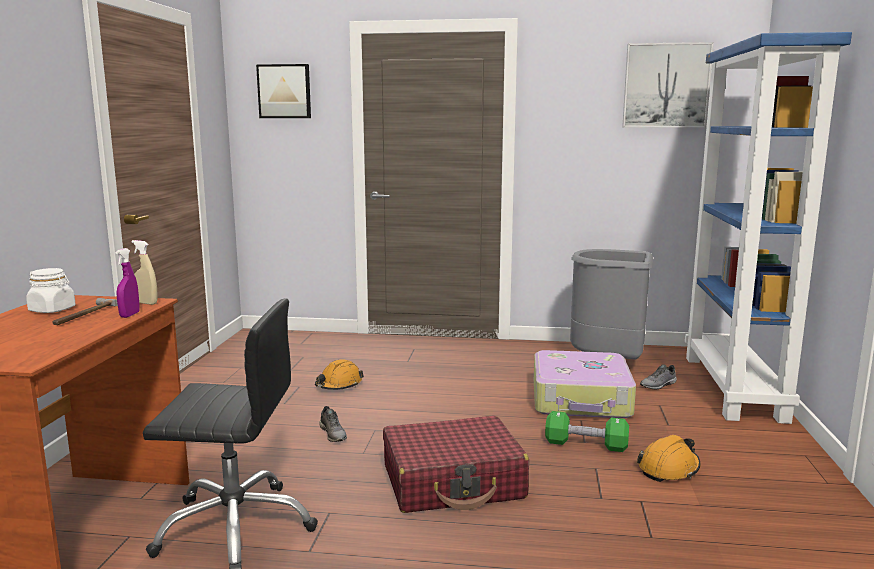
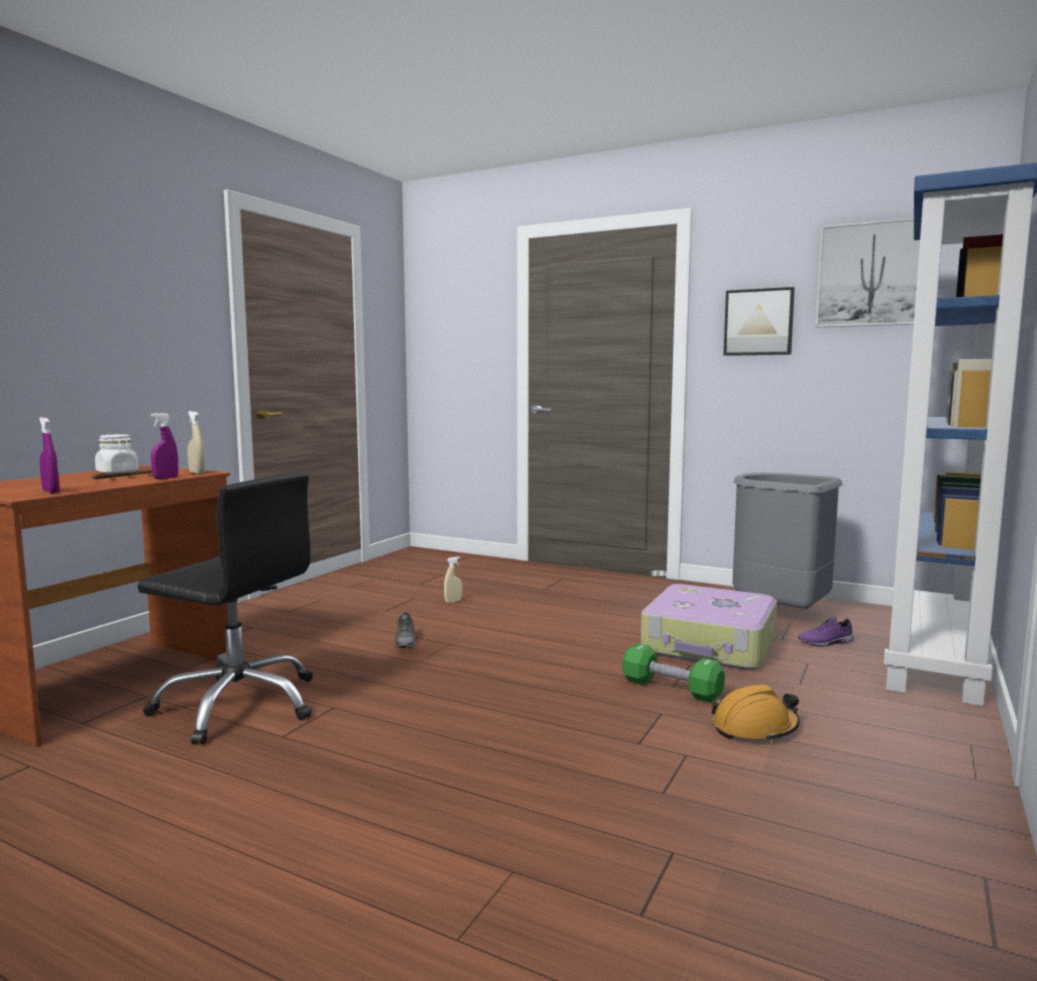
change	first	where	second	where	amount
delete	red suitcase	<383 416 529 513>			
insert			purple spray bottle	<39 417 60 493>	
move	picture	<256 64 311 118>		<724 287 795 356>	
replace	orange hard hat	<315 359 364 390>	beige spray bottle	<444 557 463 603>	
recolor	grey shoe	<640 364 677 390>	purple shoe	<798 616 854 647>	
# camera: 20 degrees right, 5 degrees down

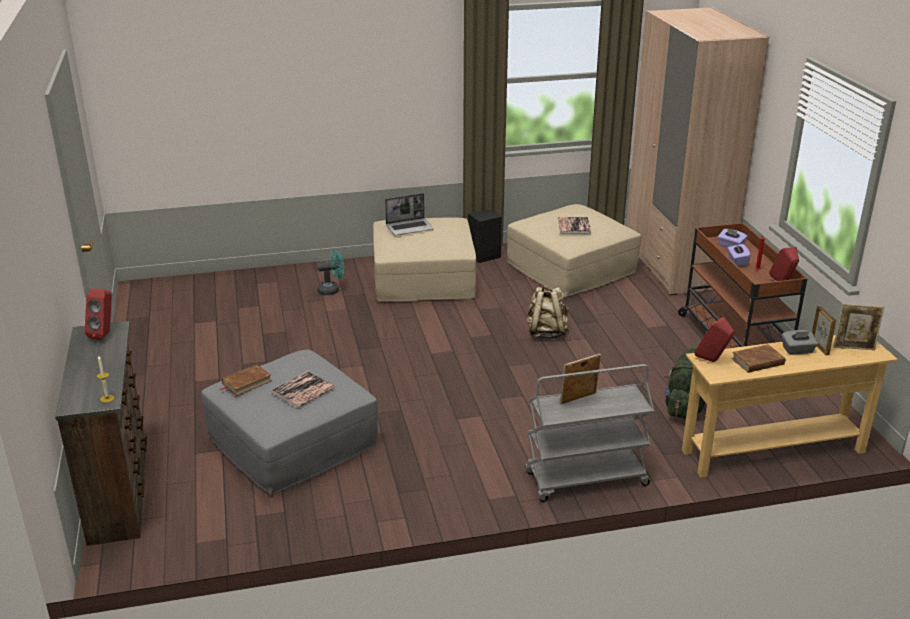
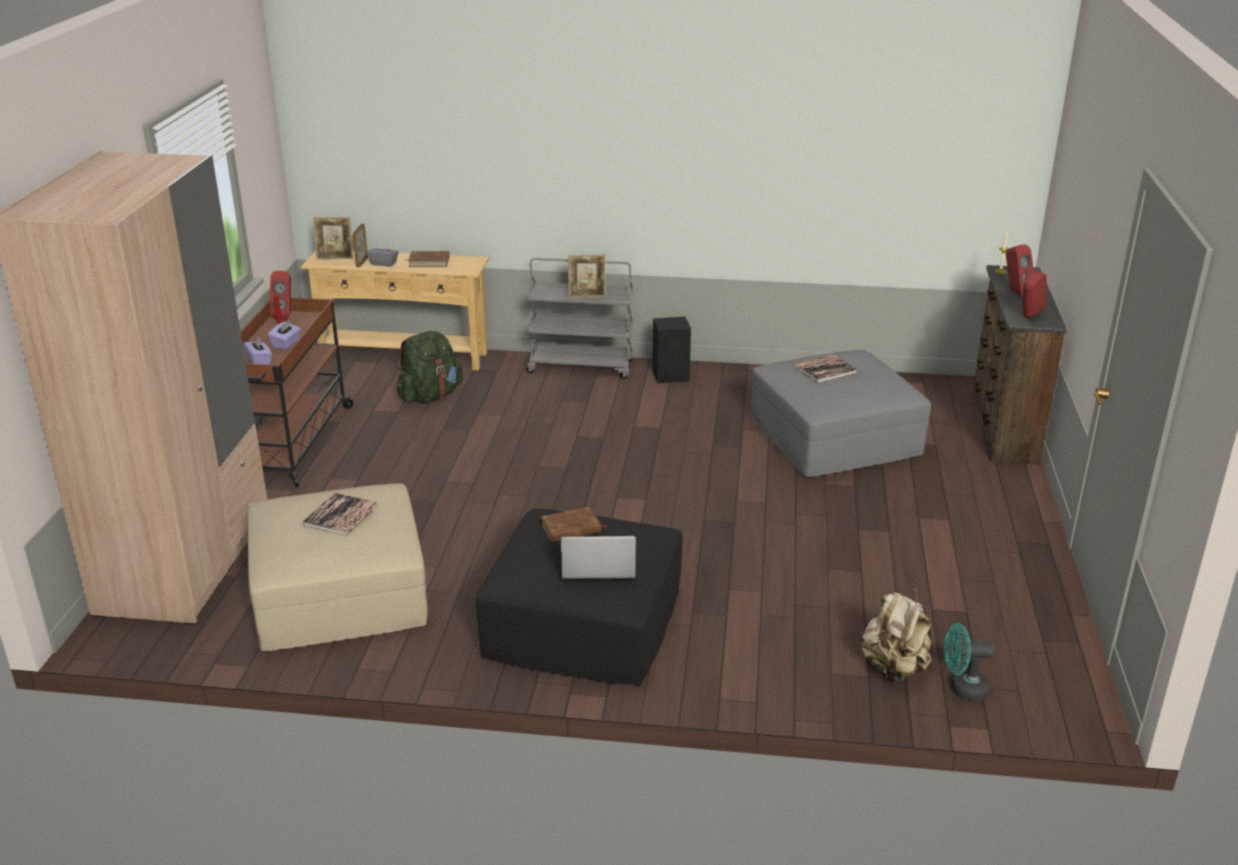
change	first	where	second	where	amount
move	brown book	<219 364 272 396>		<541 507 607 542>	
move	turquoise fan	<317 251 344 295>		<944 623 995 700>	
move	black speaker	<468 209 502 263>		<652 317 691 384>	
move	beige backpack	<526 285 569 339>		<861 588 931 683>	
move	red speaker	<694 317 734 362>		<1006 244 1034 296>	
recolor	beige ottoman	<373 217 476 302>	black ottoman	<476 509 682 686>	
rotate	picture frame	<833 304 885 350>		<313 217 353 259>	150 degrees clockwise
# camera: 160 degrees left, 0 degrees up

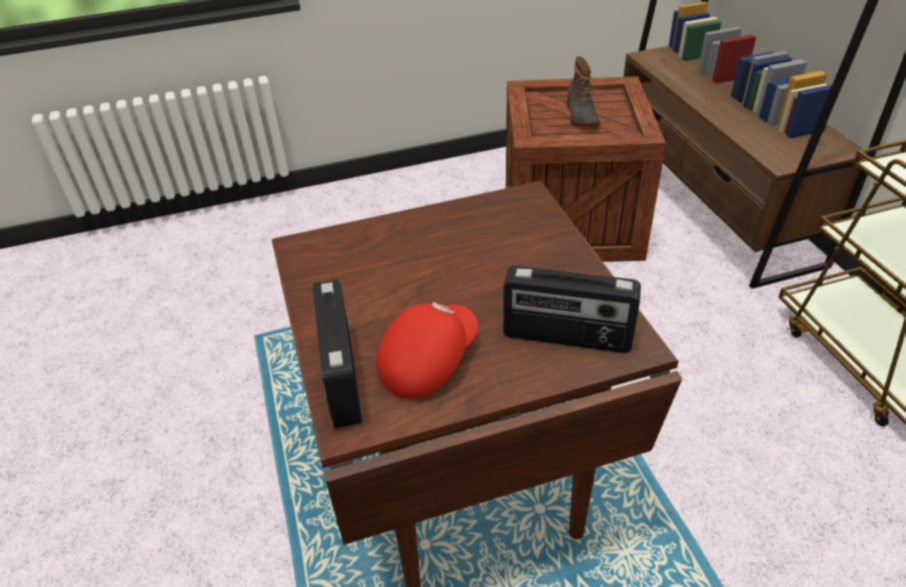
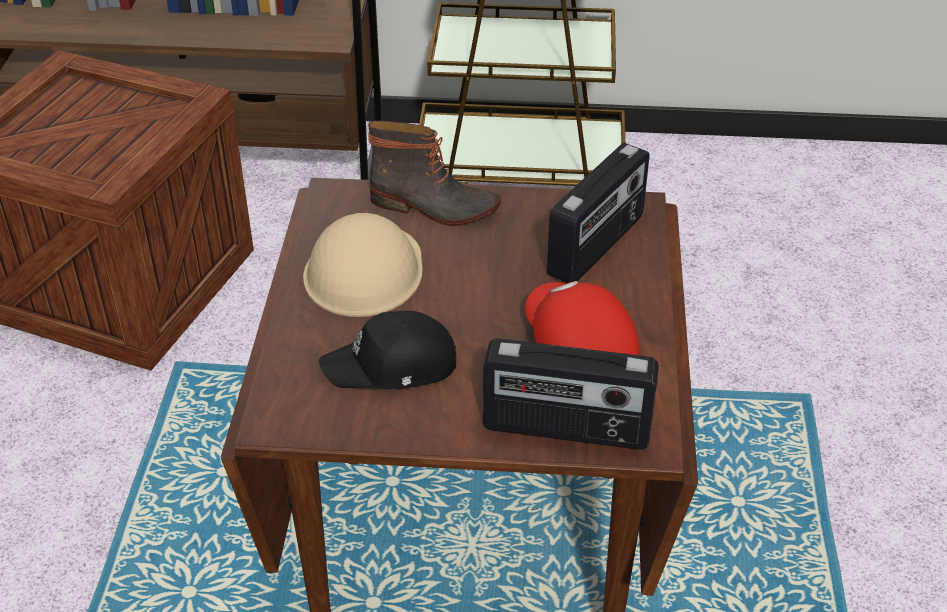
change	first	where	second	where	amount
insert			beige hard hat	<303 213 422 317>	
insert			black cap	<319 311 457 390>	
move	boot	<567 56 601 127>		<368 121 501 226>	
# camera: 70 degrees left, 0 degrees up

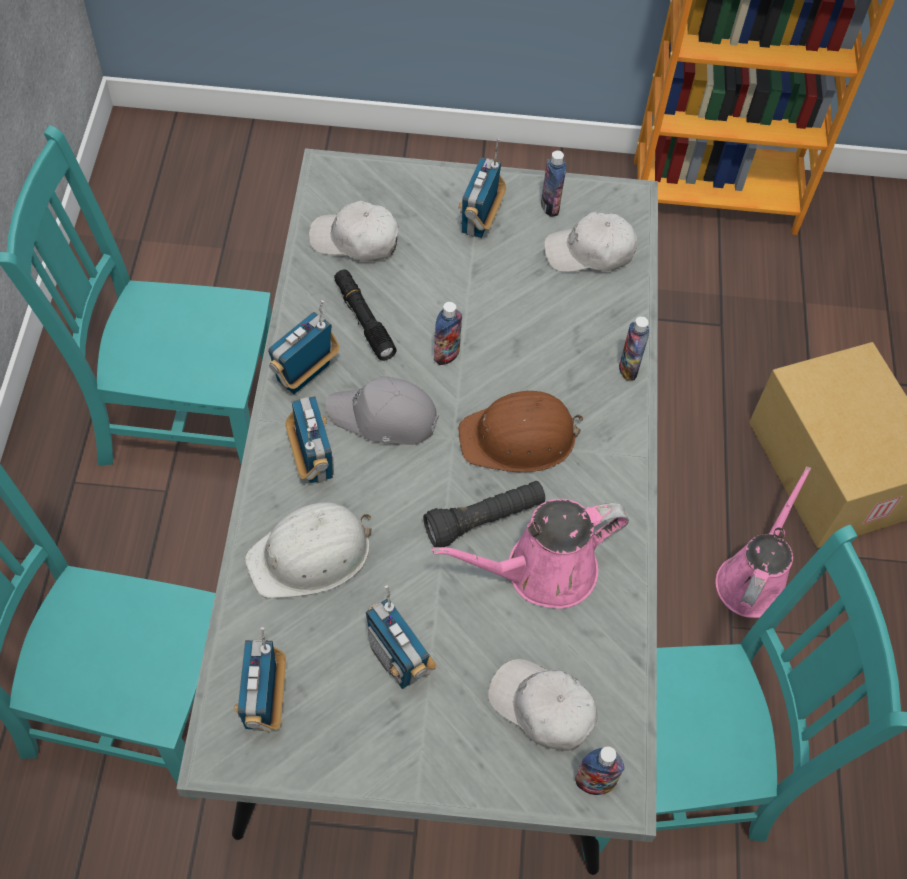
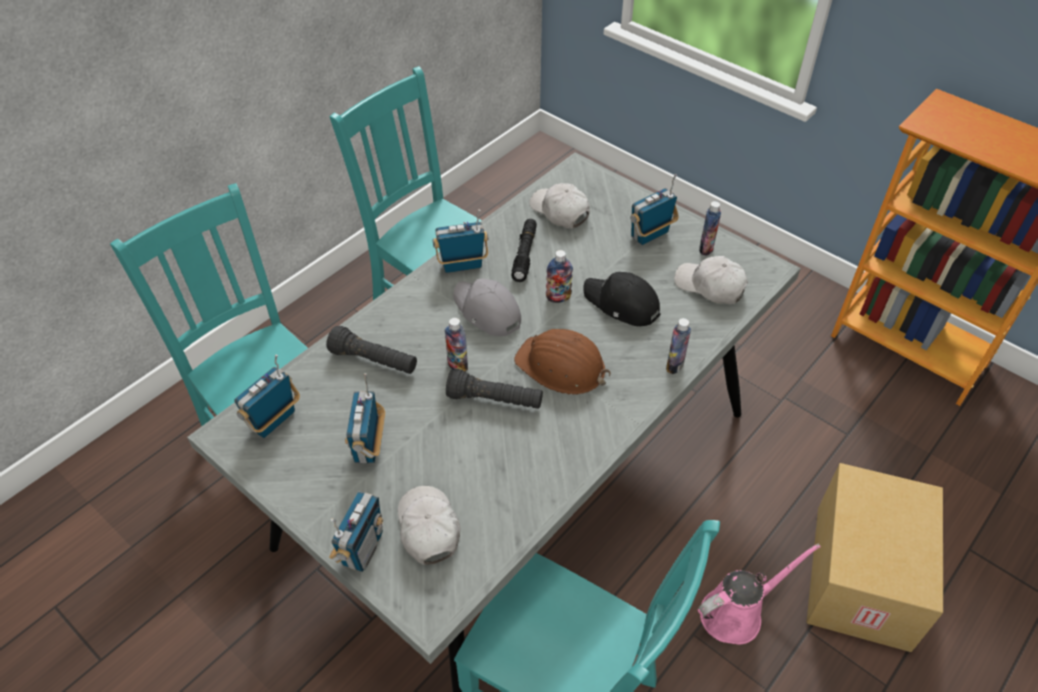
change	first	where	second	where	amount
delete	pink watering can	<432 499 629 608>			
insert			black cap	<583 272 661 326>	
move	radio	<285 396 334 483>		<329 491 383 572>	
move	bottle	<575 746 624 795>		<445 318 468 371>	
replace	white hard hat	<245 502 372 599>	black flashlight	<326 326 417 374>	
# camera: 40 degrees right, 10 degrees down

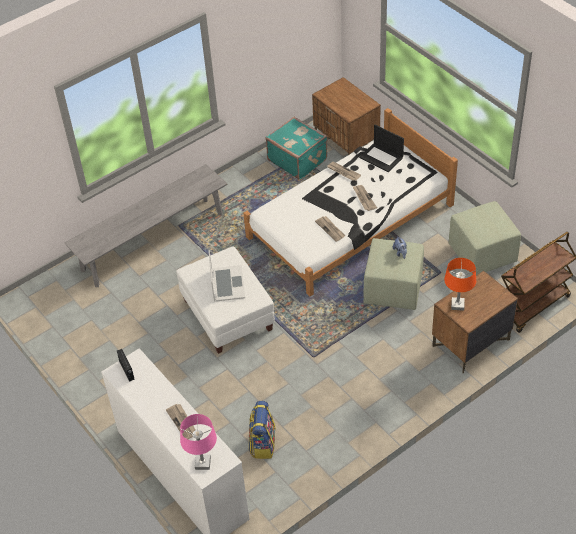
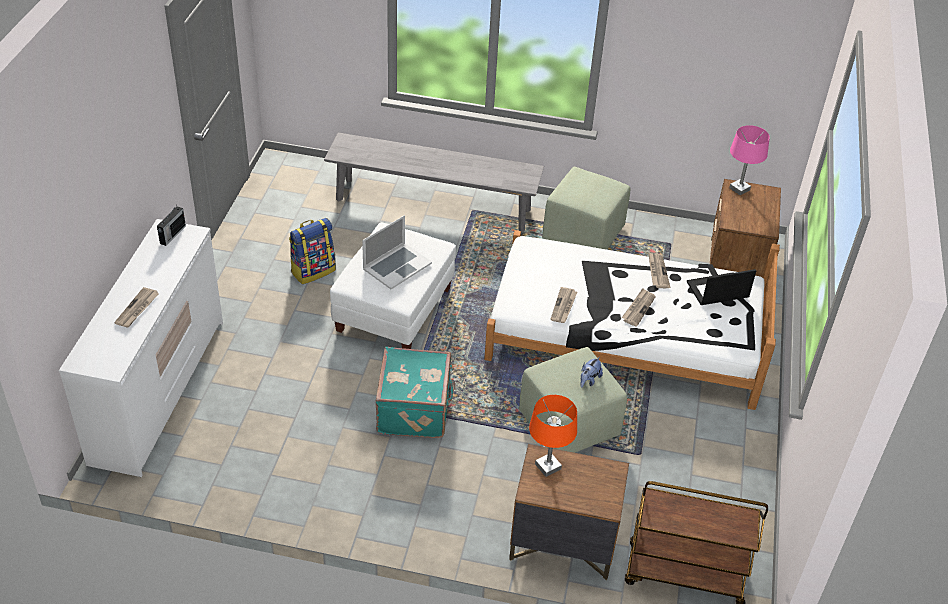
change	first	where	second	where	amount
move	pink table lamp	<180 414 217 470>		<729 125 770 195>	
move	backpack	<249 401 276 459>		<289 218 336 284>	
move	turquoise suitcase	<266 117 328 180>		<376 347 455 438>	
move	green ottoman	<448 201 521 276>		<542 167 630 250>	
rotate	laptop	<359 125 404 172>		<687 269 756 305>	75 degrees clockwise
# camera: 45 degrees right, 5 degrees down

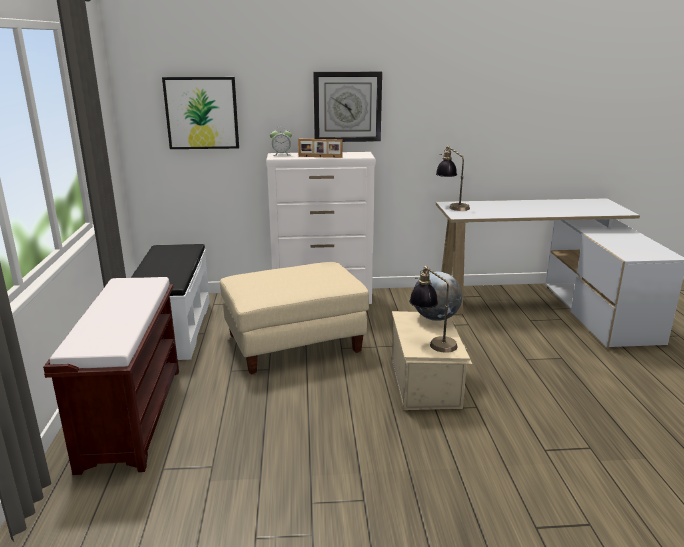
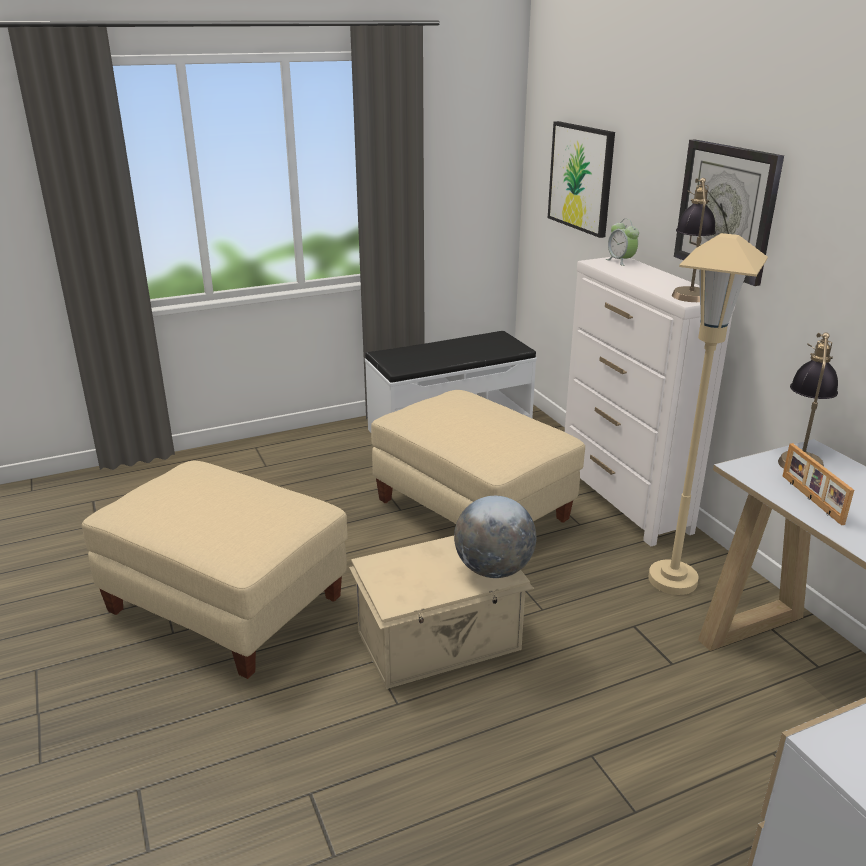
change	first	where	second	where	amount
delete	brown bench	<43 277 179 475>			
insert			beige ottoman	<82 461 348 679>	
insert			beige floor lamp	<648 233 768 595>	
move	picture frame	<298 139 343 158>		<783 443 854 525>	
move	table lamp	<409 266 458 353>		<672 178 716 302>	
# camera: 70 degrees right, 5 degrees up

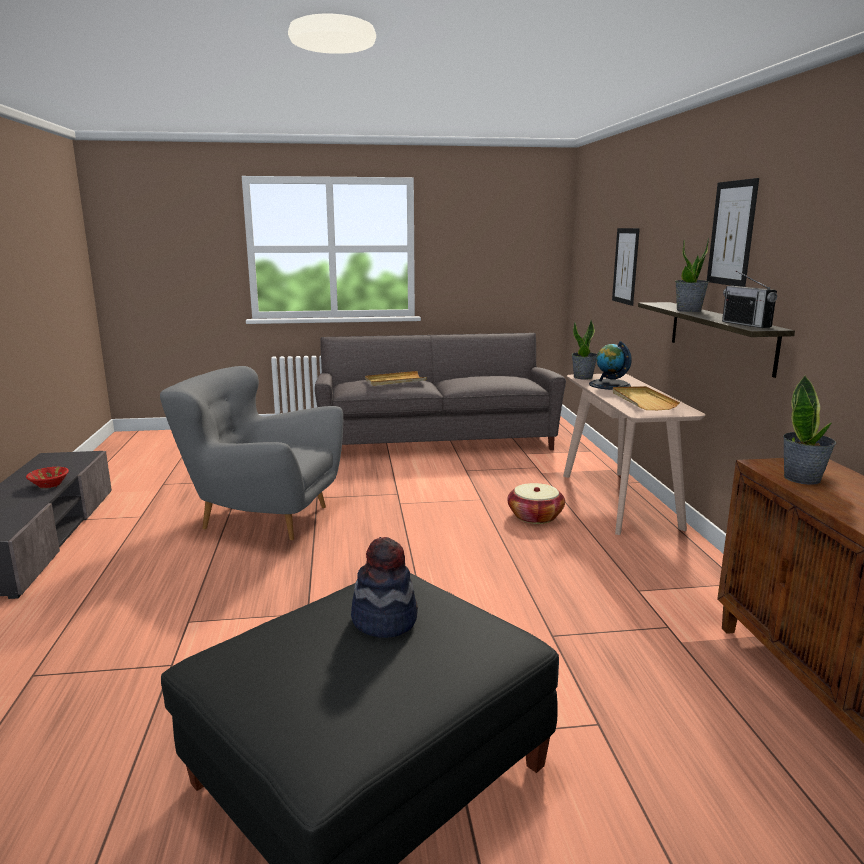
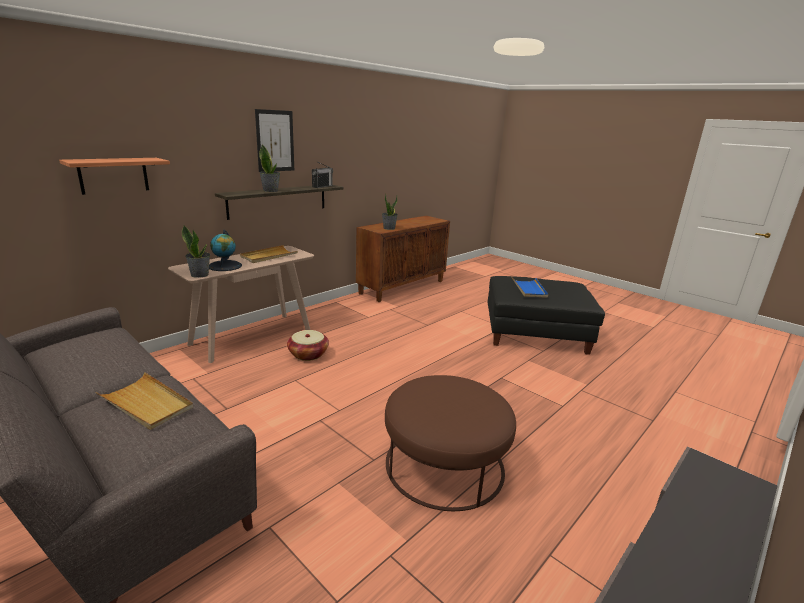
change	first	where	second	where	amount
delete	red bowl	<26 467 69 489>			
replace	grey armchair	<160 366 343 540>	brown ottoman	<385 375 516 511>	
replace	hat	<351 537 418 638>	blue tray	<512 278 548 298>	
replace	picture	<612 228 640 306>	shelf	<59 158 170 195>	
# camera: 130 degrees left, 5 degrees up

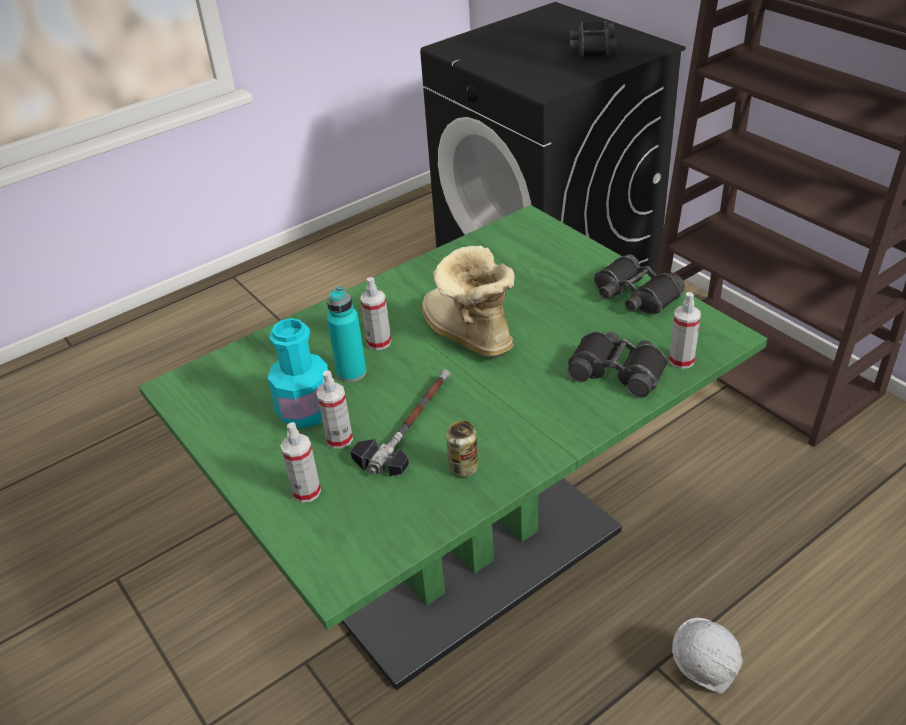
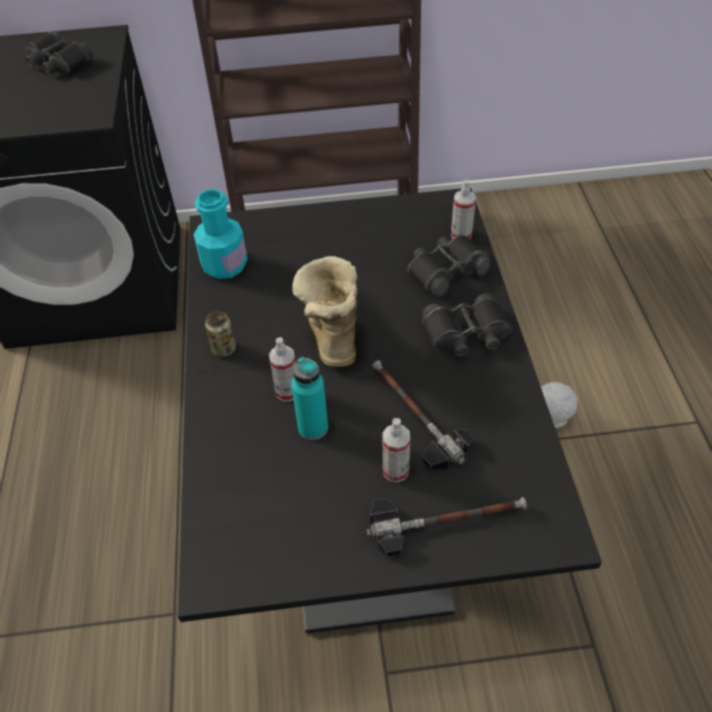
change	first	where	second	where	amount
move	turquoise bottle	<268 318 328 428>		<193 189 248 279>	
move	can	<446 420 478 477>		<205 311 236 357>	
move	black binoculars	<594 254 685 314>		<422 293 512 357>	
replace	spray bottle	<280 422 321 503>	hammer	<367 497 527 557>	
recolor	green dining table	<139 205 767 690>	black dining table	<178 187 602 634>	
rotate	boot	<422 246 515 358>		<292 256 358 367>	90 degrees clockwise
# camera: 60 degrees left, 10 degrees up

